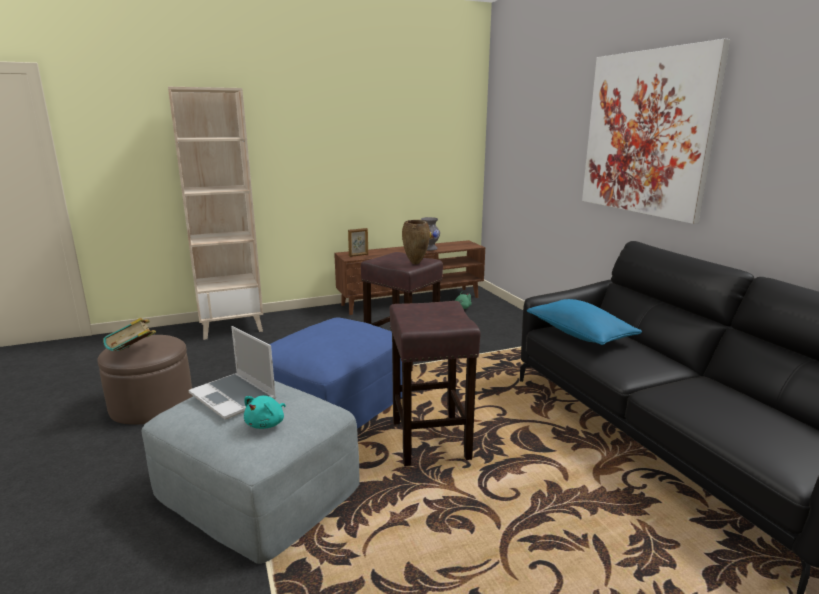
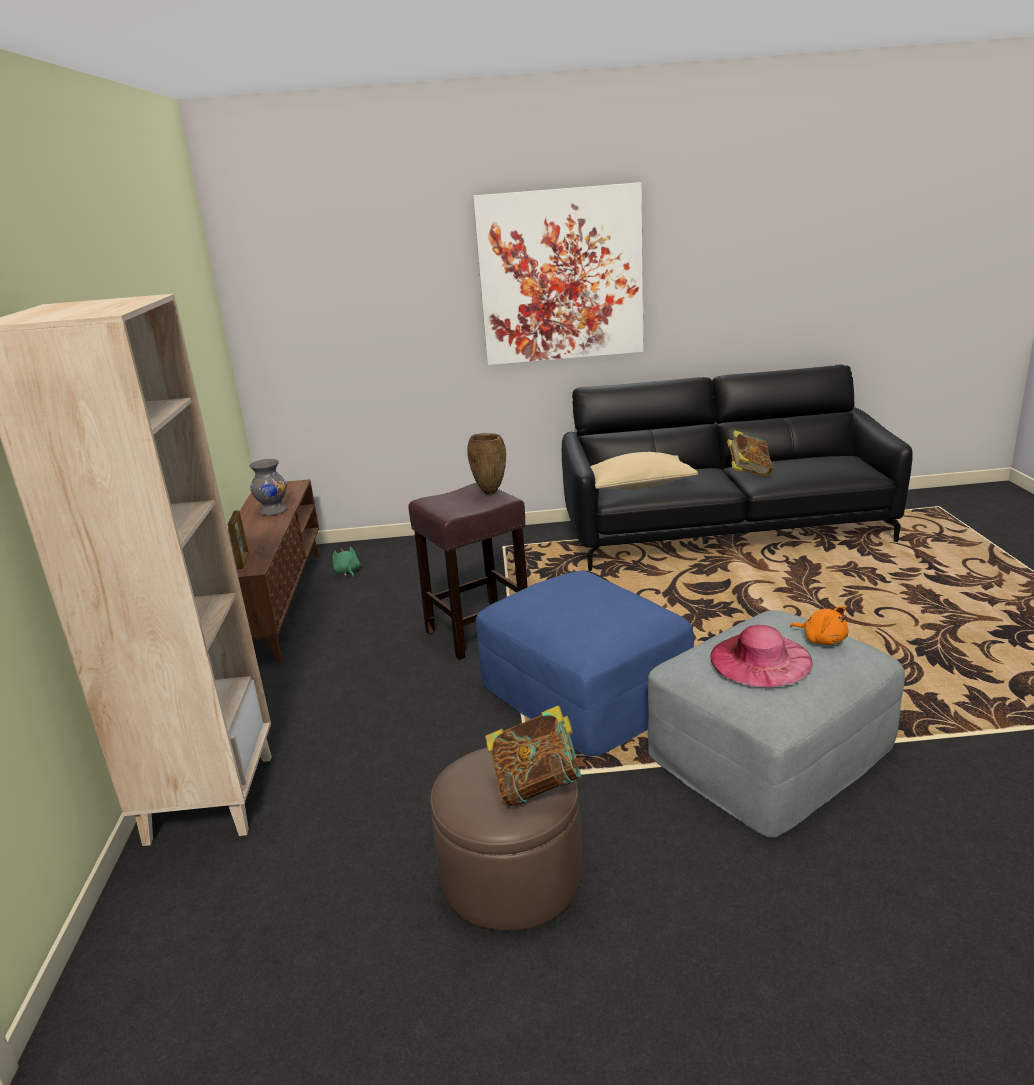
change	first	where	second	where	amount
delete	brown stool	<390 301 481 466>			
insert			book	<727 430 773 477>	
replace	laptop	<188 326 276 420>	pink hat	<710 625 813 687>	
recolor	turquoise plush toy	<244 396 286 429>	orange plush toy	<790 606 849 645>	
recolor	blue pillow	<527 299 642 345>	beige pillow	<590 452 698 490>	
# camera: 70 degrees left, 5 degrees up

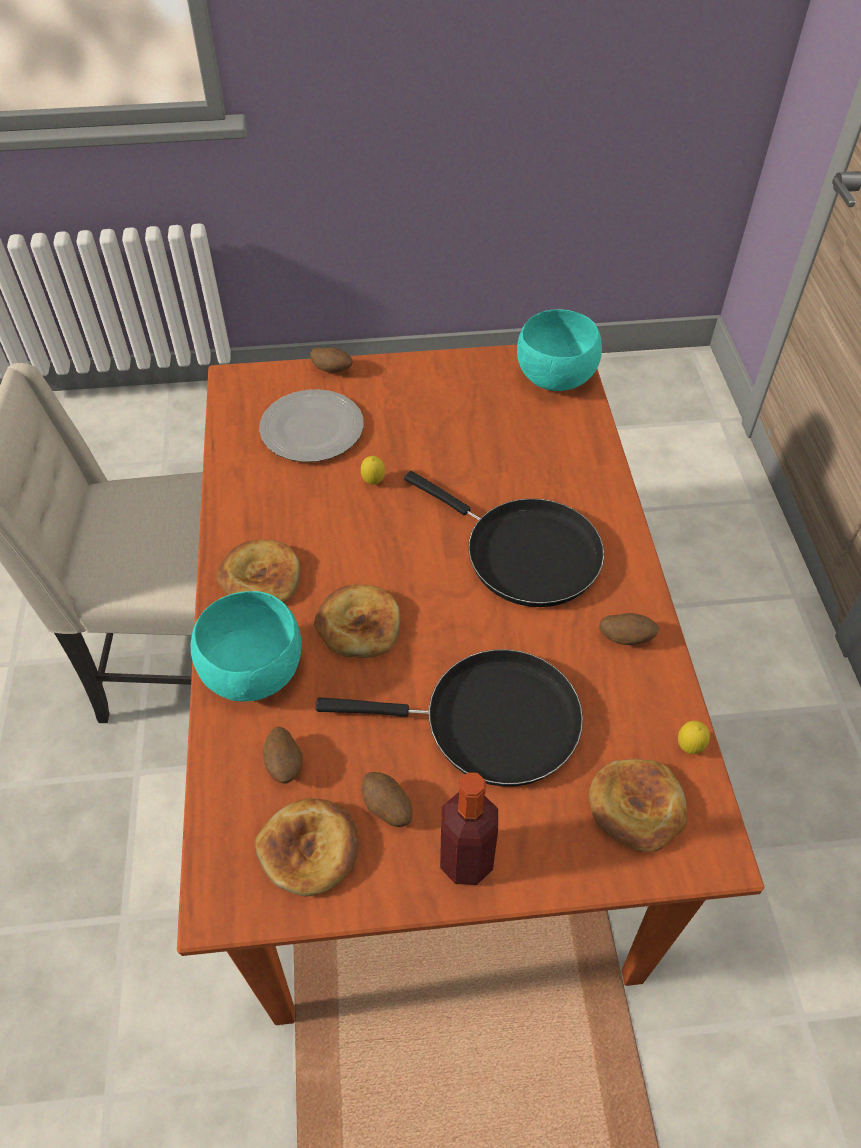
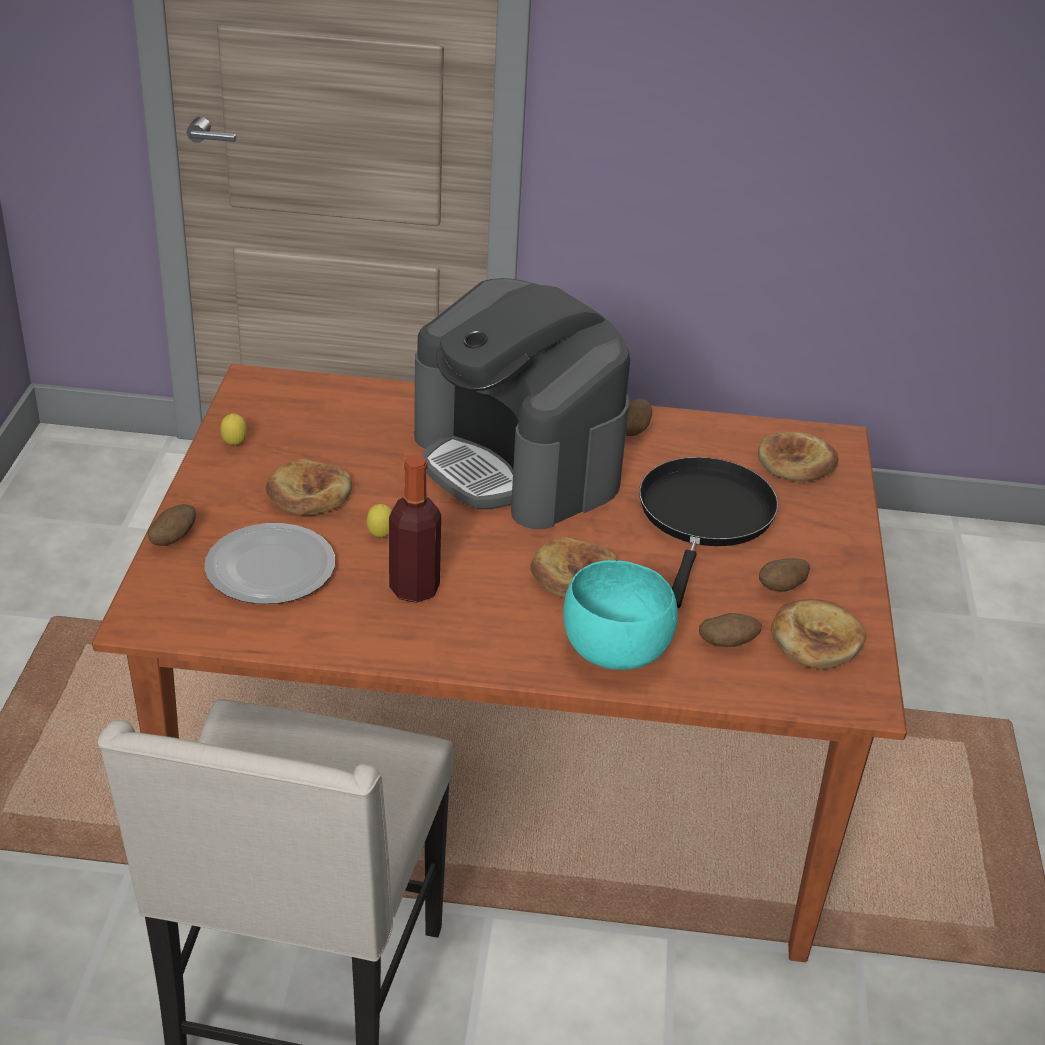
change	first	where	second	where	amount
delete	turquoise bowl	<517 309 602 391>			
move	bread	<216 540 300 603>		<266 459 352 515>	
move	bottle	<440 772 498 885>		<389 455 441 603>	
move	lemon	<678 721 710 754>		<220 413 247 446>	
replace	black frying pan	<404 471 604 607>	coffee machine	<414 278 630 529>	
# camera: 80 degrees left, 15 degrees down

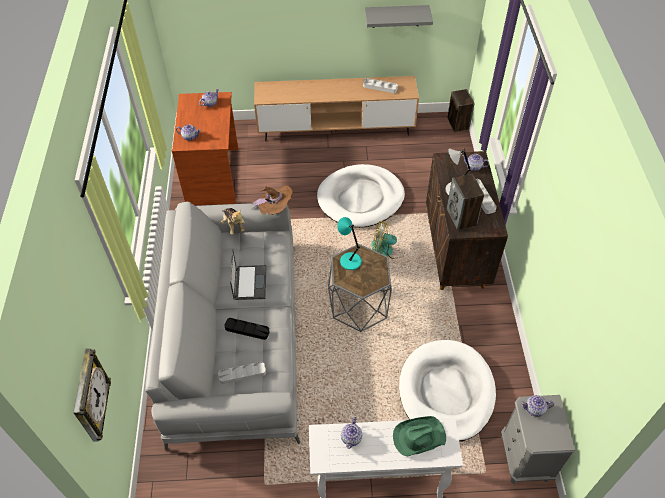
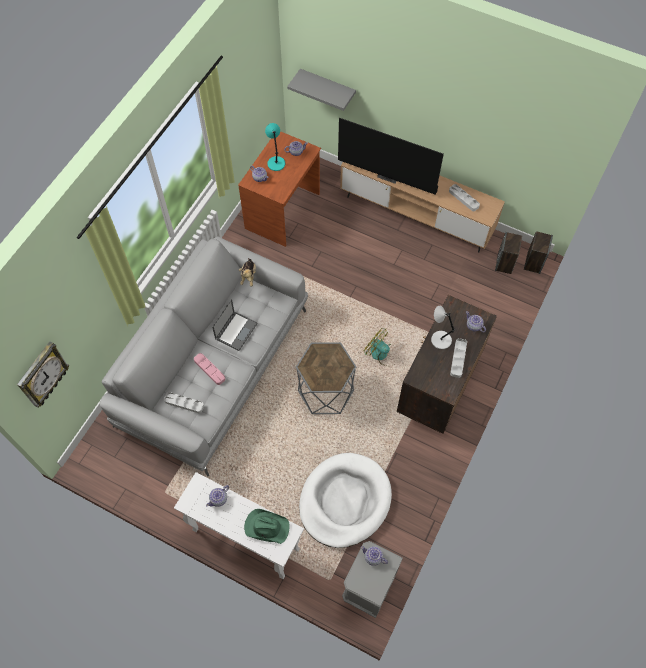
change	first	where	second	where	amount
delete	brown hat	<252 185 293 215>			
delete	white dog bed	<317 164 405 228>			
insert			television	<338 118 444 195>	
move	turquoise table lamp	<337 217 362 270>		<265 123 285 171>	
move	grey shelf	<365 5 433 28>		<287 69 356 111>	
move	speaker	<447 174 484 230>		<495 232 522 274>	
recolor	black tray	<224 318 270 340>	pink tray	<194 353 225 385>	
# camera: 30 degrees right, 10 degrees up

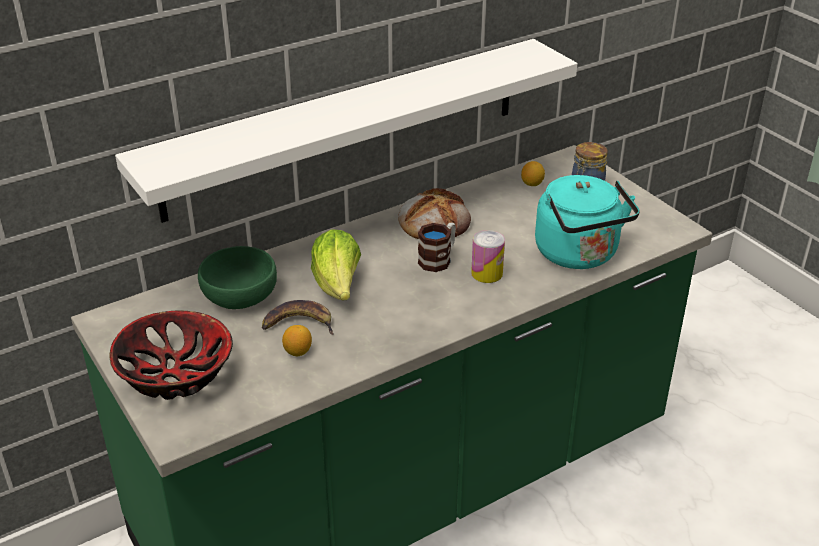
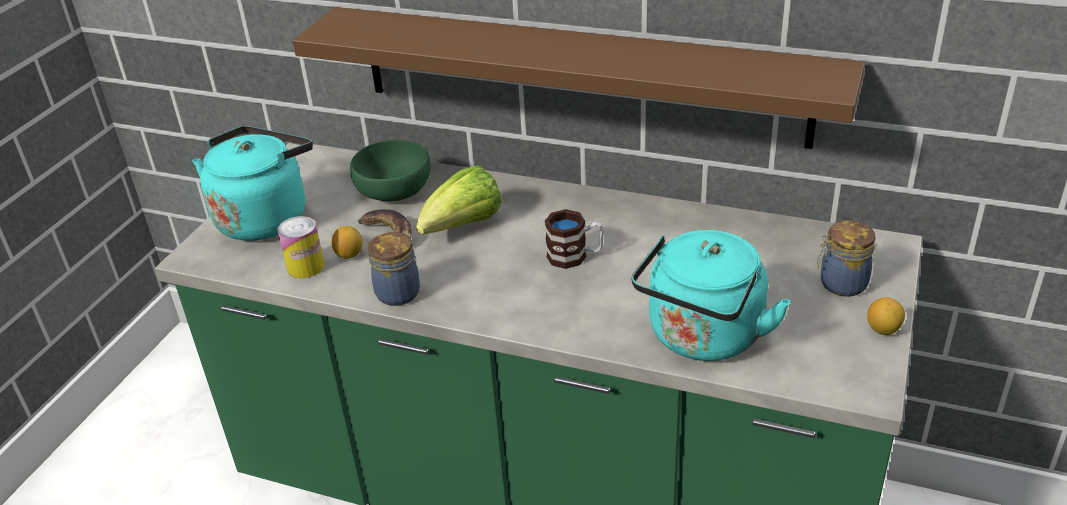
change	first	where	second	where	amount
delete	bread	<398 188 471 239>			
insert			jar	<368 232 420 306>	
move	can	<471 230 505 283>		<278 216 324 278>	
move	lemon	<521 161 545 186>		<867 297 905 335>	
replace	bowl	<110 311 233 400>	turquoise kettle	<193 126 313 241>	
recolor	white shelf	<115 39 577 223>	brown shelf	<292 7 865 149>	
# camera: 55 degrees right, 0 degrees up

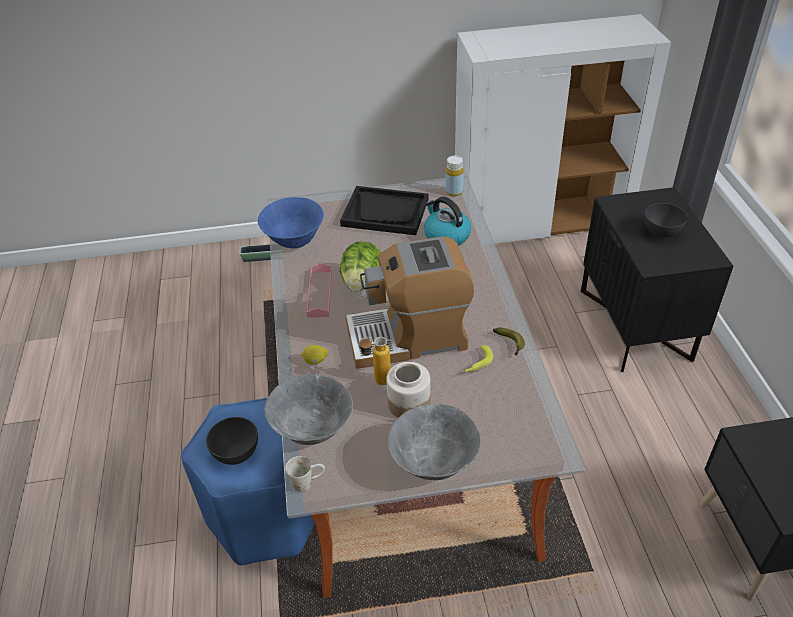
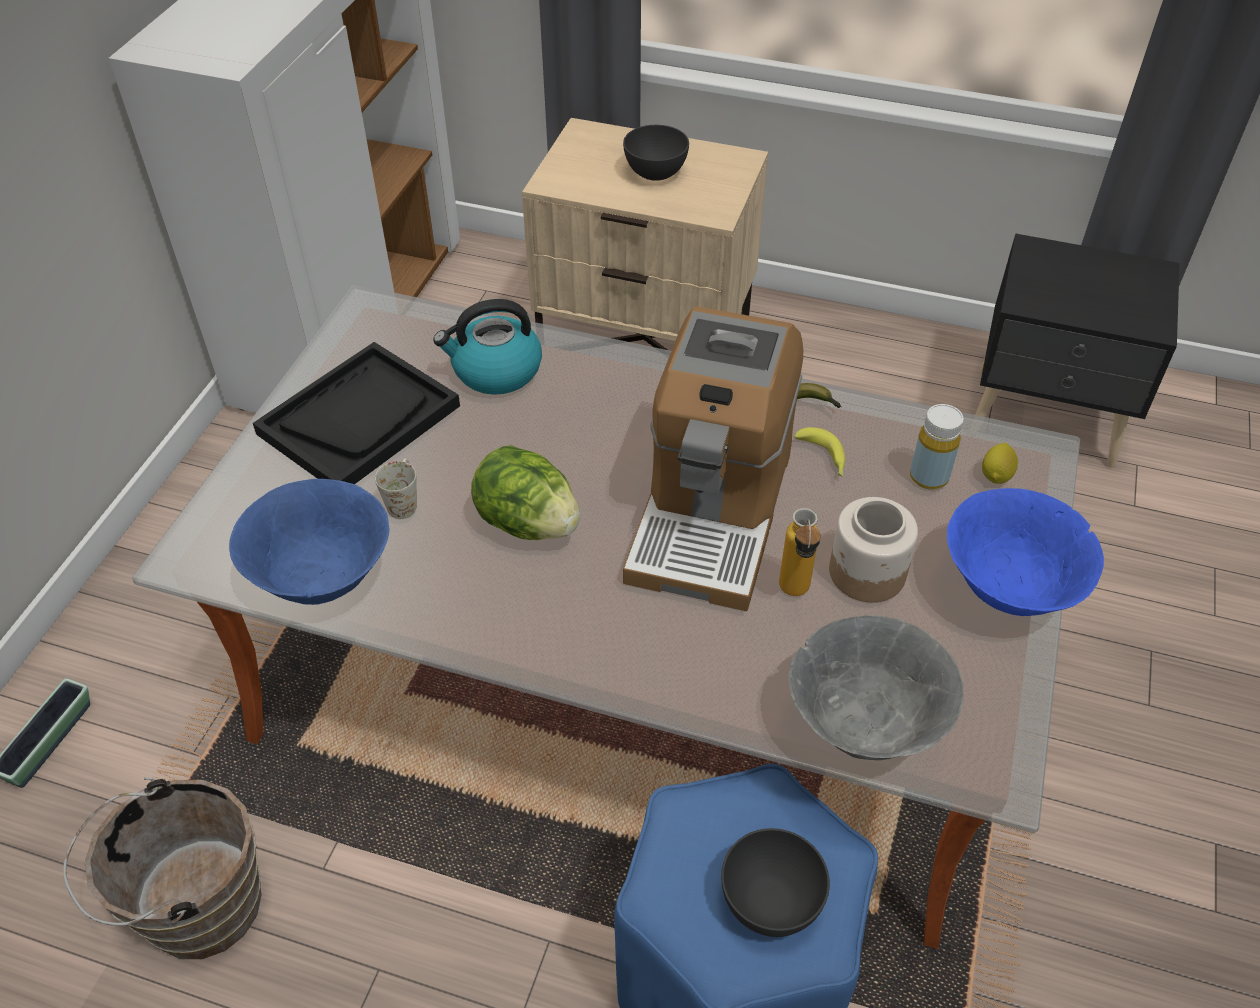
change	first	where	second	where	amount
delete	pink tray	<307 263 332 318>			
insert			brown bucket	<63 777 261 959>	
move	white mug	<285 456 325 492>		<375 458 417 519>	
move	lemon	<301 345 328 365>		<982 443 1018 484>	
move	yellow bottle	<445 156 464 196>		<910 404 964 489>	
recolor	grey bowl	<388 404 481 480>	blue bowl	<947 488 1104 616>	
recolor	black nightstand	<581 187 733 372>	beige nightstand	<522 118 768 350>	
# camera: 65 degrees left, 5 degrees up

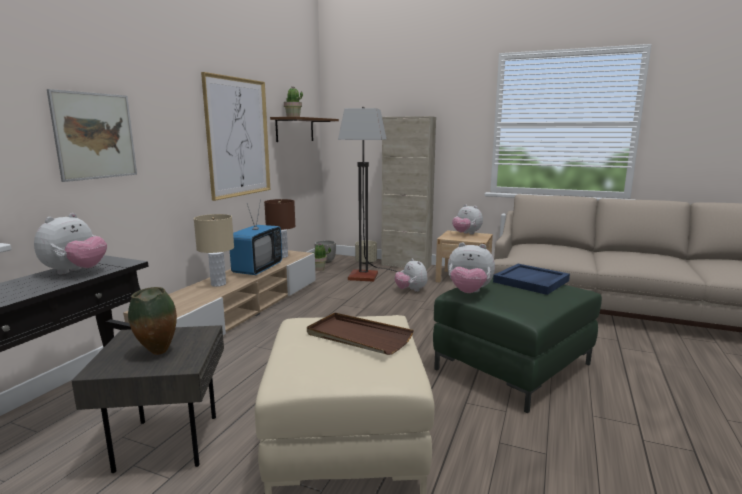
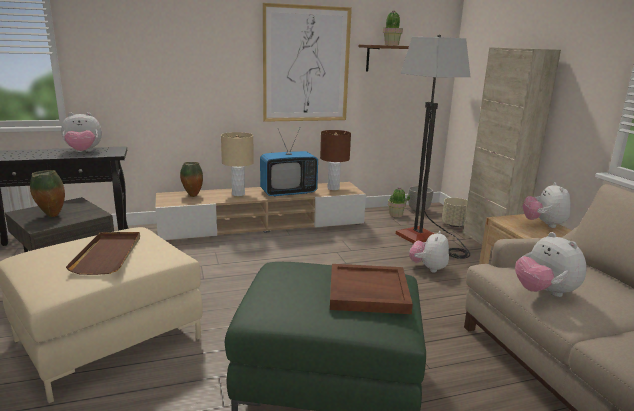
change	first	where	second	where	amount
delete	picture	<47 89 137 182>			
insert			vase	<180 162 203 197>	
move	plush toy	<448 243 495 293>		<515 232 587 297>	
recolor	blue tray	<493 264 570 295>	brown tray	<330 264 413 314>	
# camera: 50 degrees right, 5 degrees up

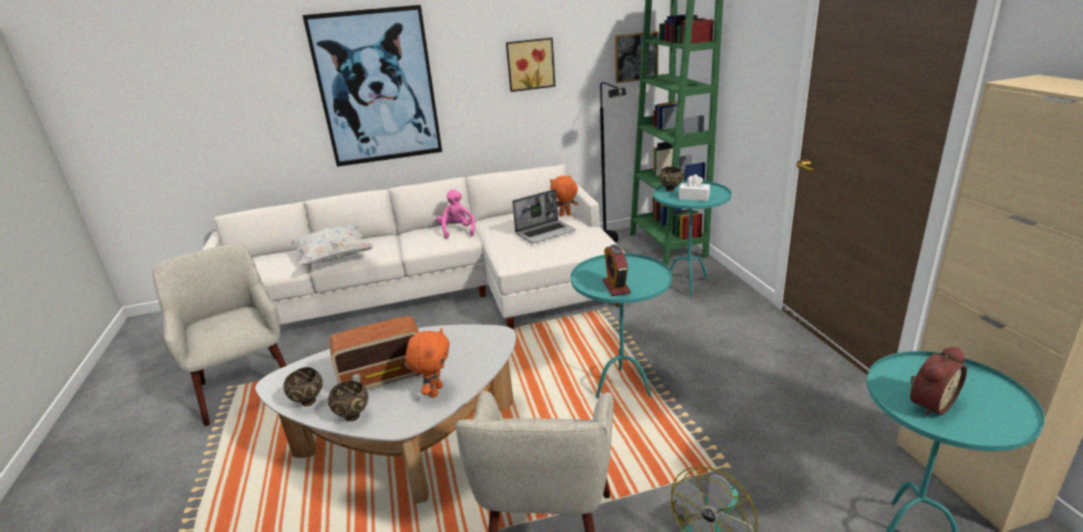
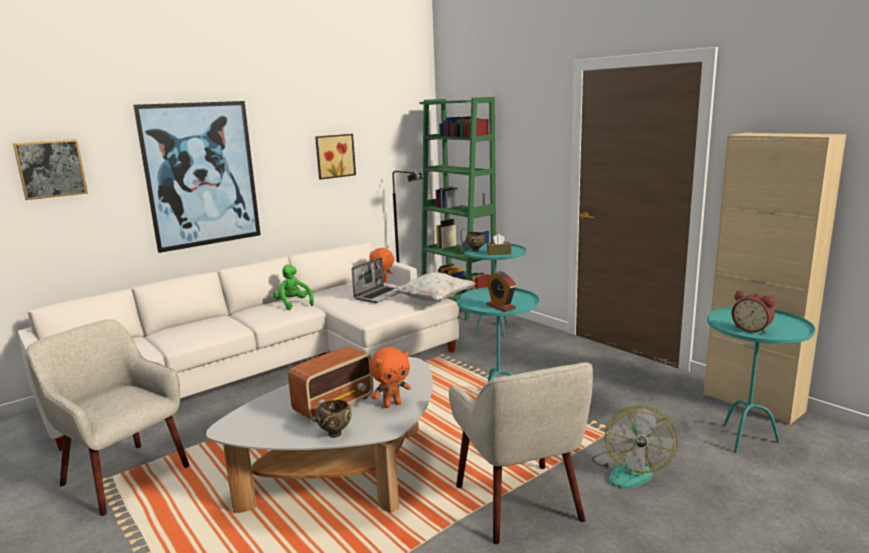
change	first	where	second	where	amount
delete	brown bowl	<284 367 323 406>			
move	white pillow	<290 225 374 265>		<393 272 476 302>	
move	picture	<615 31 658 83>		<13 139 88 200>	
recolor	pink plush toy	<437 189 475 239>	green plush toy	<273 265 314 310>	
recolor	white tissue box	<679 174 710 201>	brown tissue box	<487 234 511 255>	
rotate	orange plush toy	<405 328 450 397>		<369 347 411 408>	75 degrees clockwise
rotate	alarm clock	<910 346 967 417>		<732 290 775 334>	105 degrees clockwise
# camera: 25 degrees left, 10 degrees down

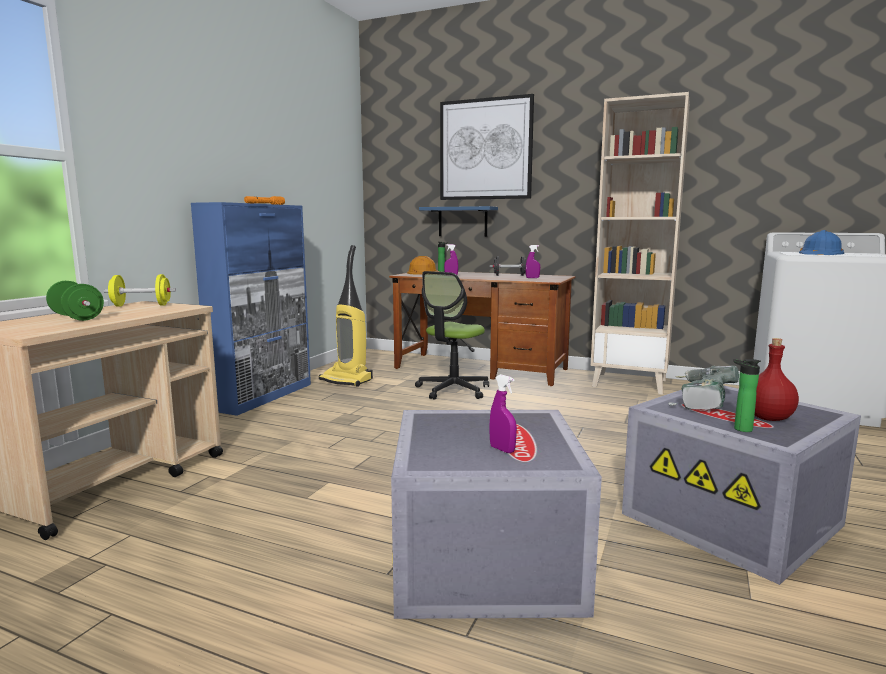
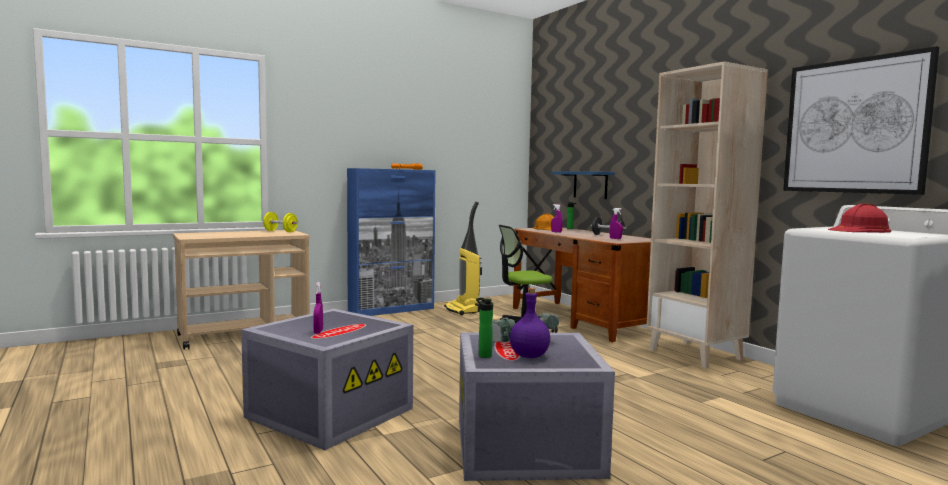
change	first	where	second	where	amount
delete	green dumbbell	<46 281 104 321>			
move	picture	<440 94 534 200>		<783 46 939 195>	
recolor	red bottle	<754 338 799 421>	purple bottle	<510 287 550 358>	
recolor	blue hard hat	<799 230 844 255>	red hard hat	<828 204 891 233>	
# camera: 35 degrees right, 5 degrees down

